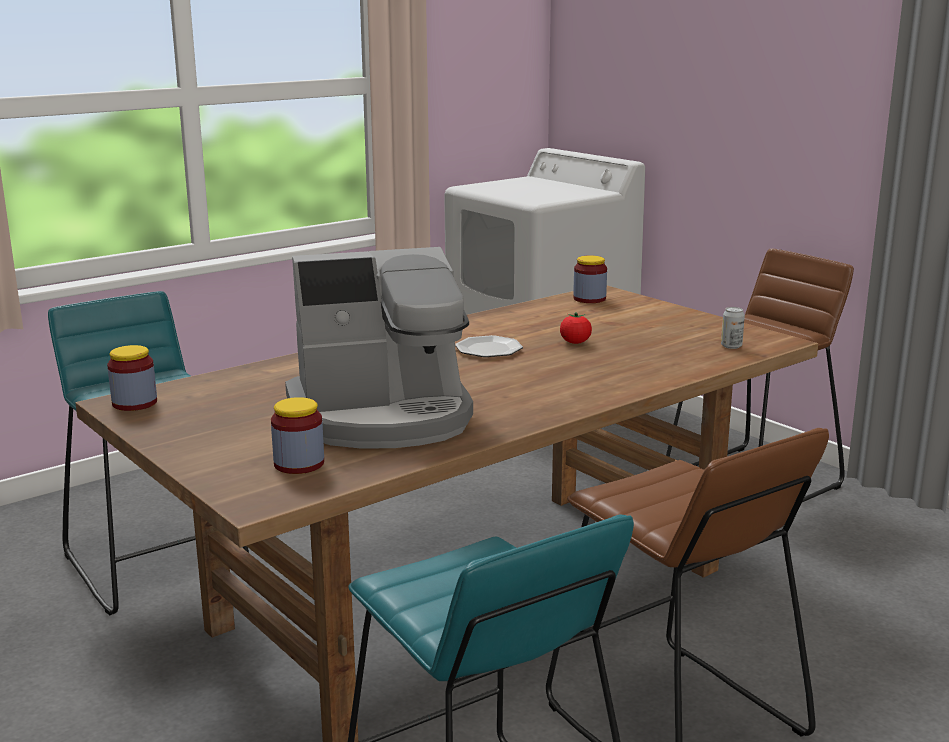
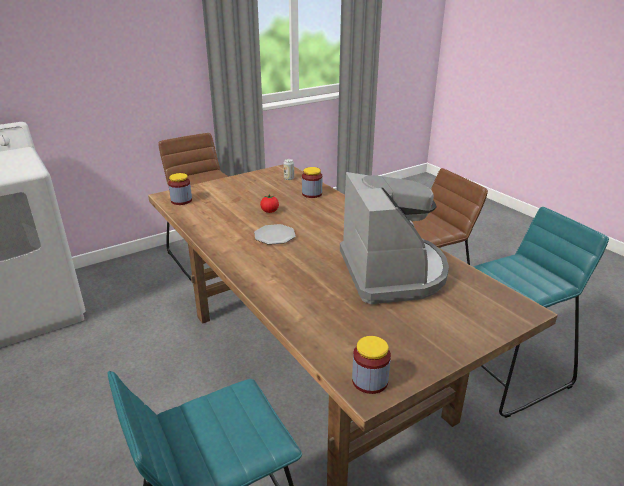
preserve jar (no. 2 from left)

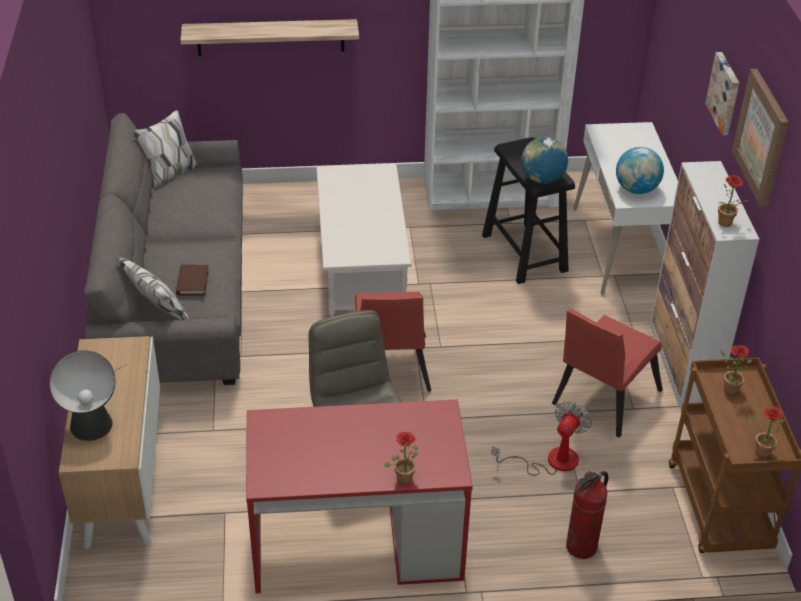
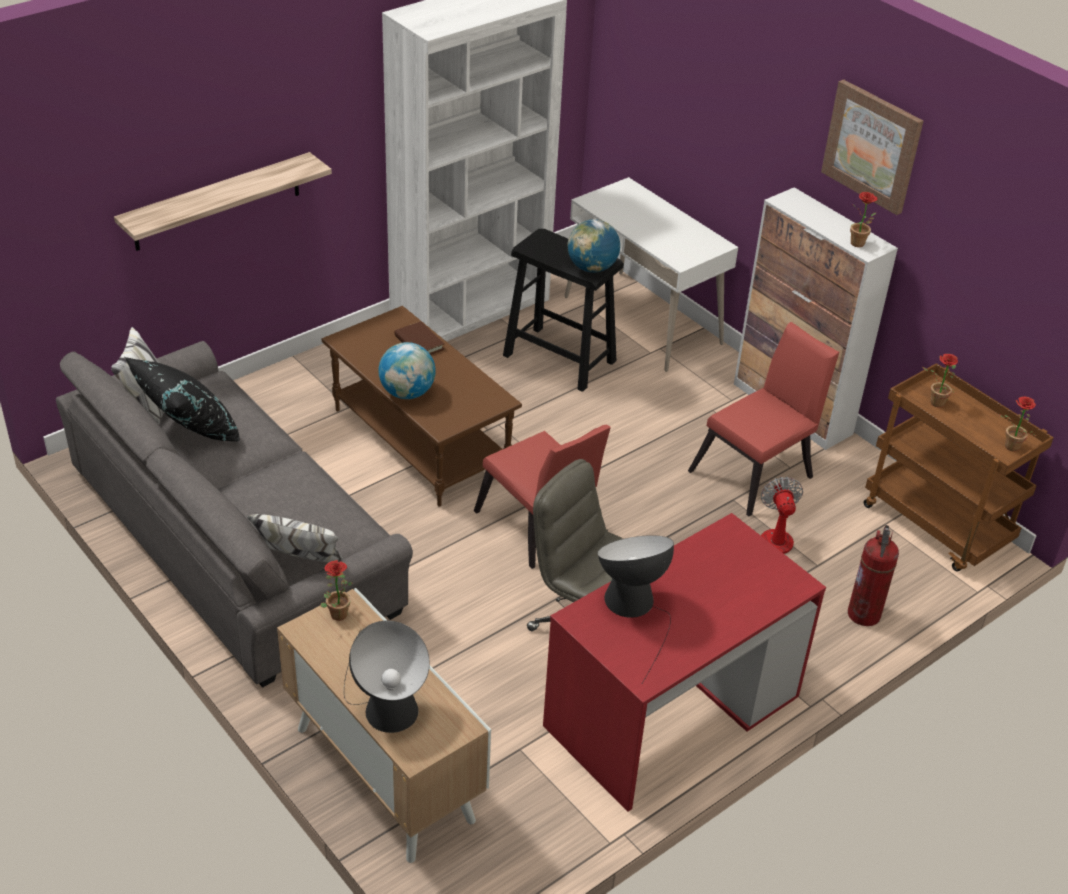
blackish cushion
houseplant (no. 1 from left)
brownish coffee table
desk globe (no. 1 from left)
brownish book
table lamp (no. 2 from left)
red-coloured upright chair (no. 2 from left)
wall picture (no. 1 from left in the first image)

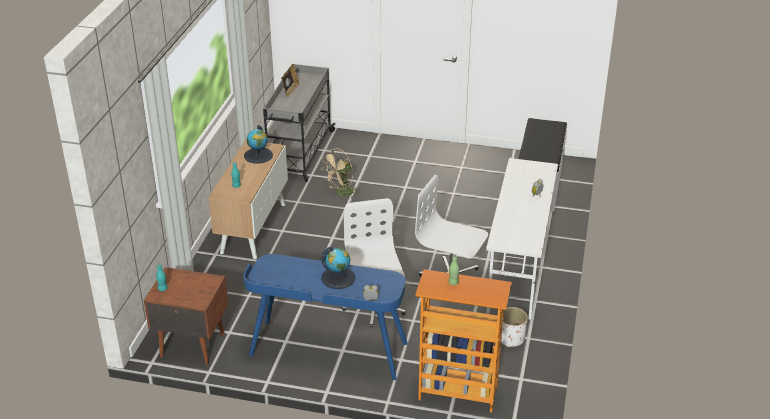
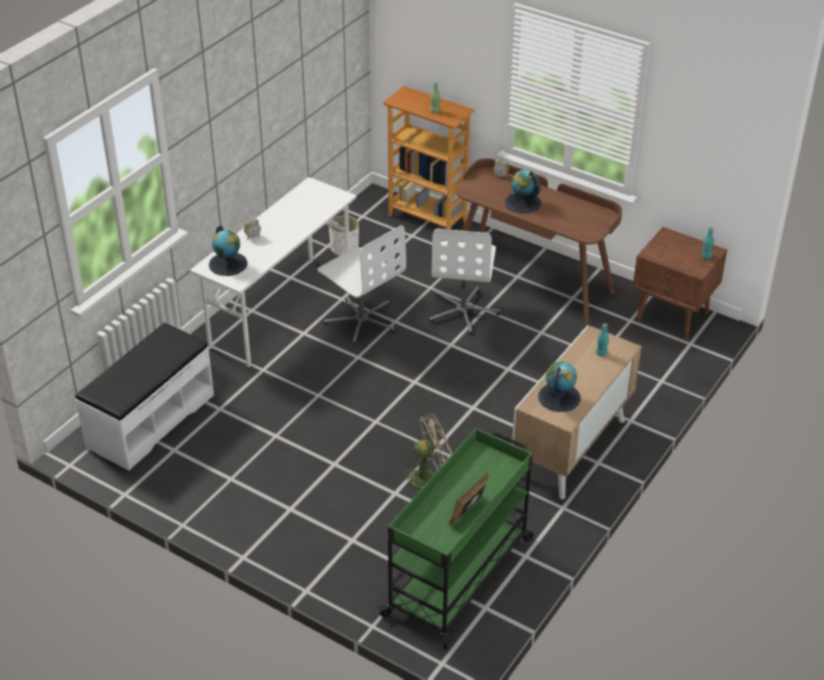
desk globe (no. 1 from left)
green-coloured cart
brownish desk table

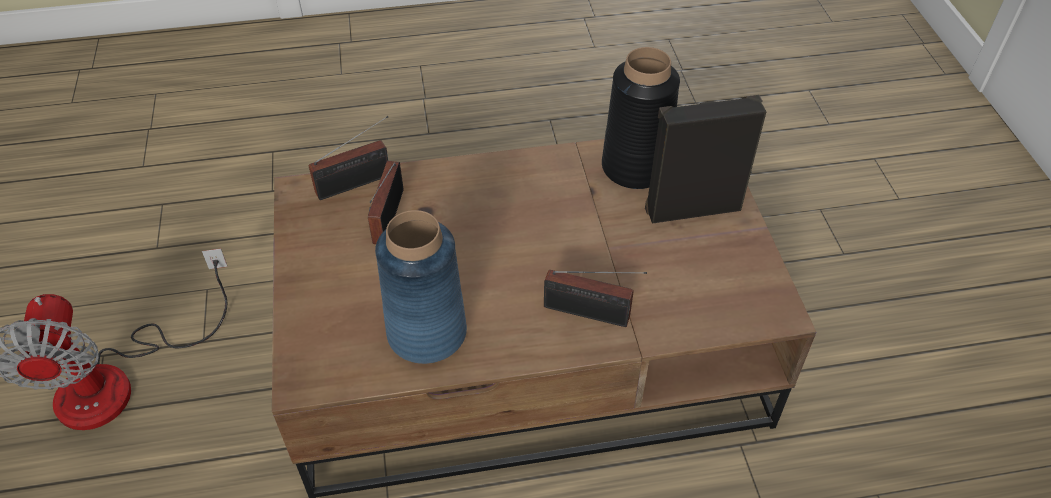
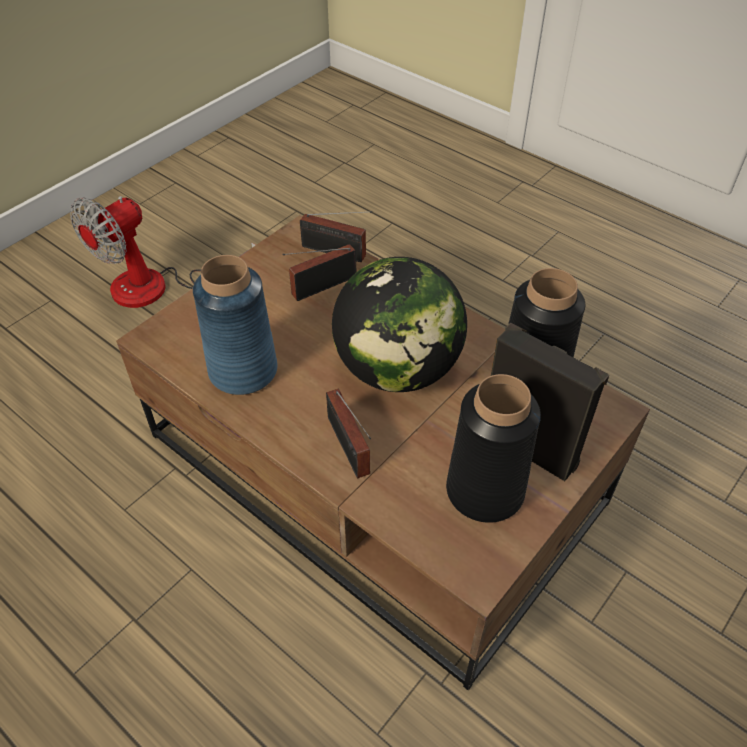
desk globe
blackish decorative vase (no. 1 from left)

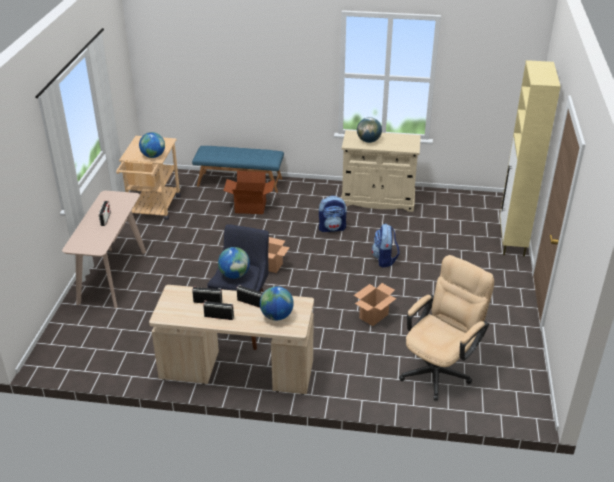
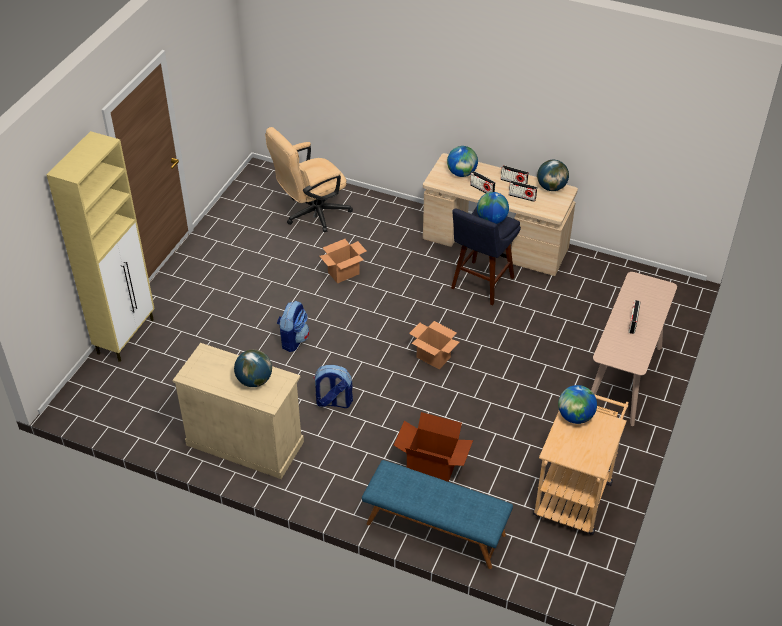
desk globe (no. 4 from left)

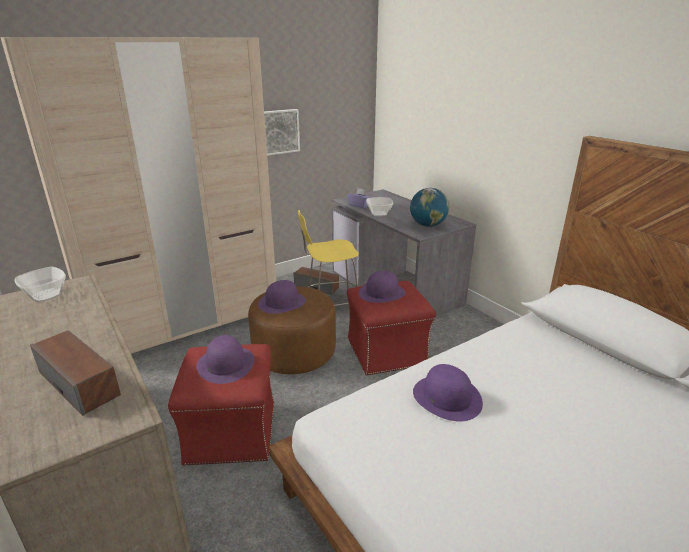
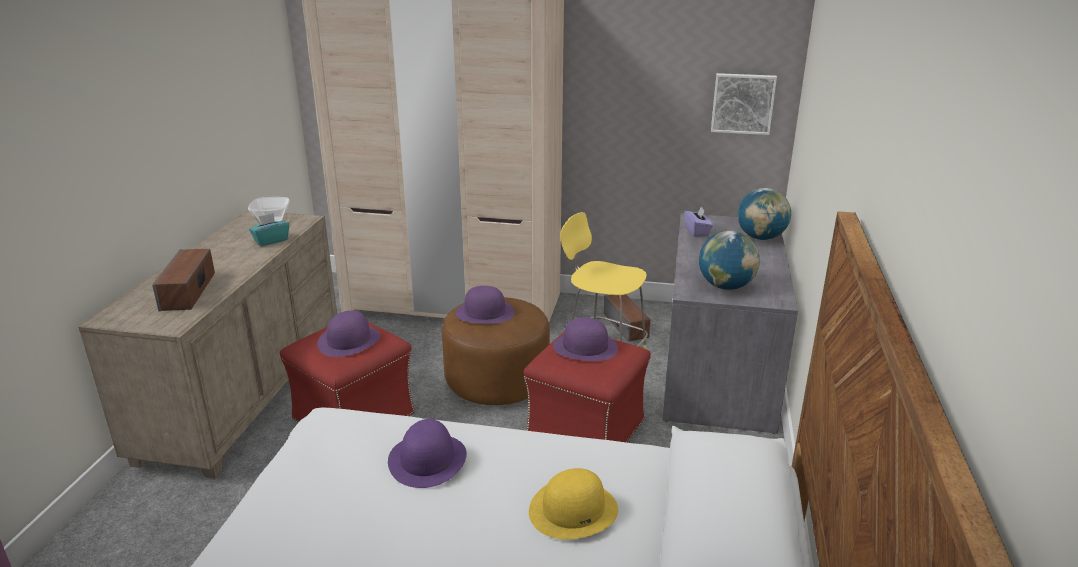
turquoise-coloured tissue box
yellow wearable hat
wall picture
desk globe (no. 2 from left)
bowl (no. 2 from left in the first image)

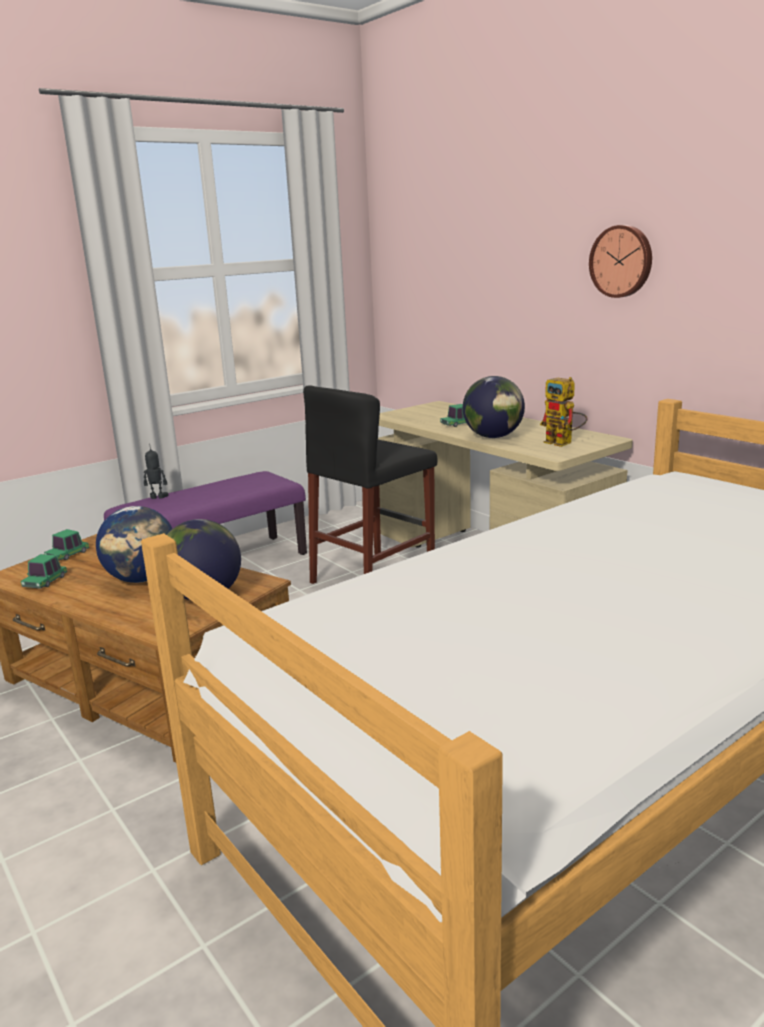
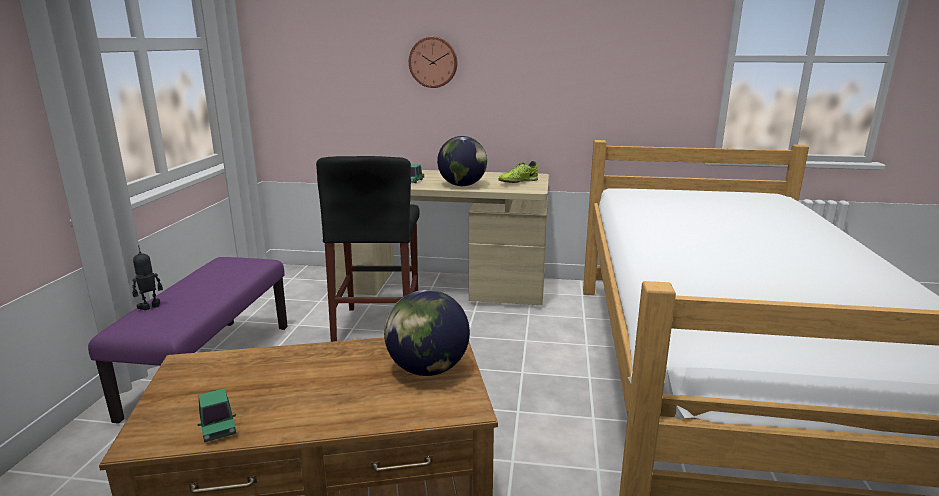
clock on the wall
low shoe
toy car (no. 2 from left in the first image)
desk globe (no. 1 from left in the first image)

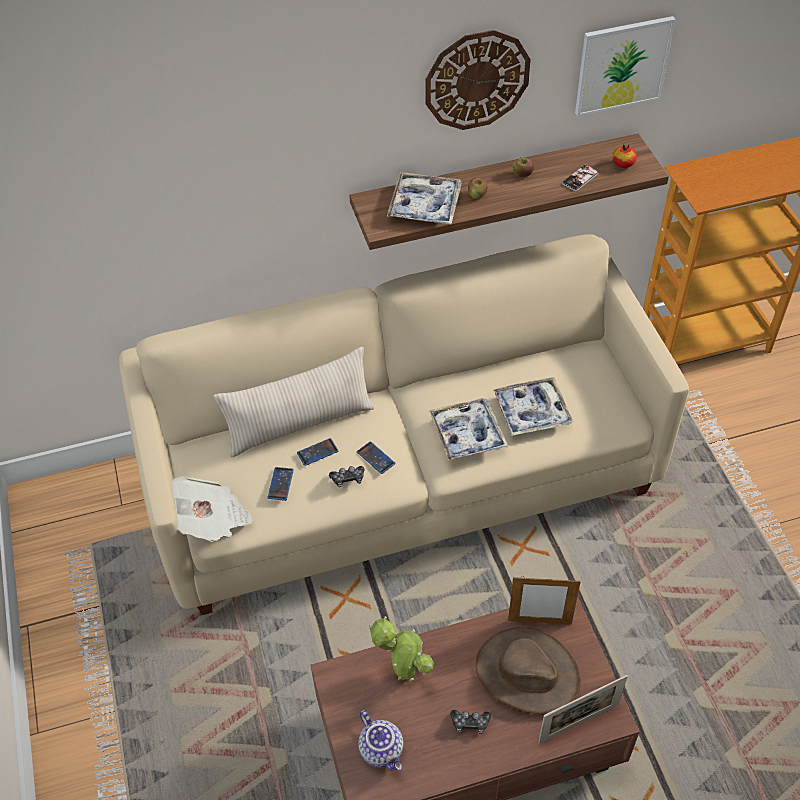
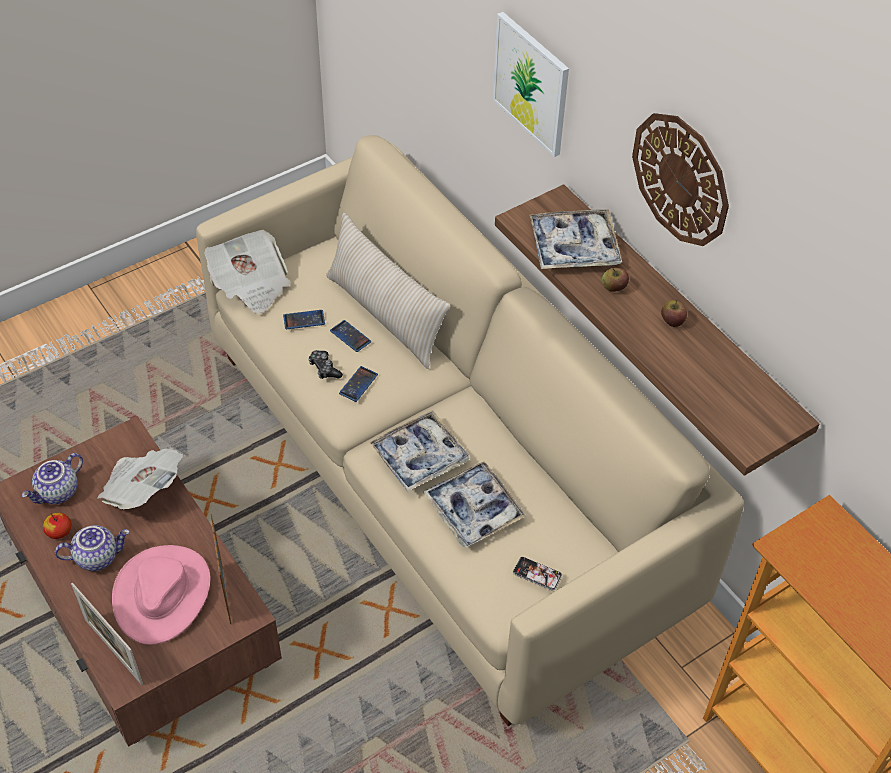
apple fruit (no. 1 from left)
pot for tea (no. 2 from left)
printed paper (no. 1 from left)
pink-coloured wearable hat
wall picture
phone (no. 4 from left)

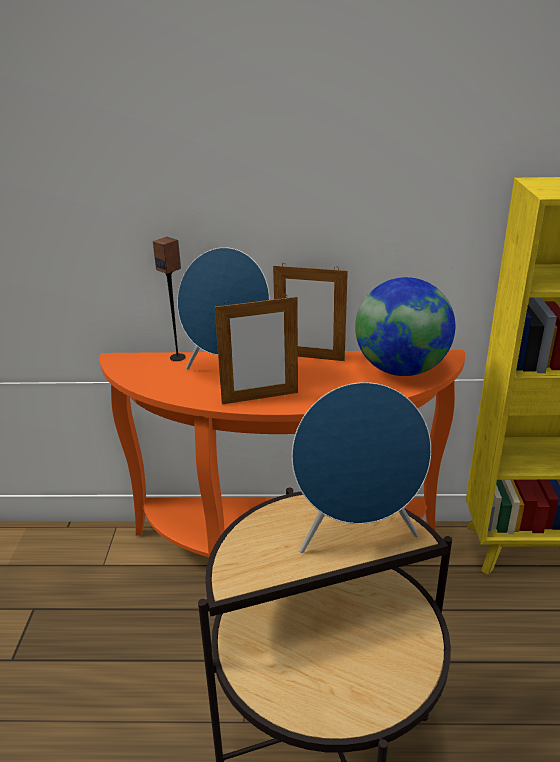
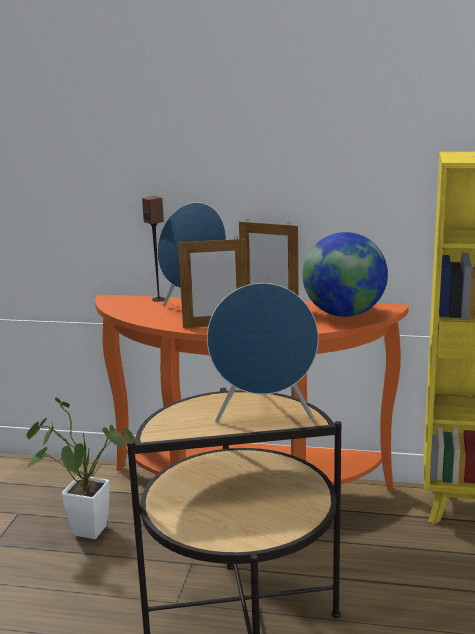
houseplant

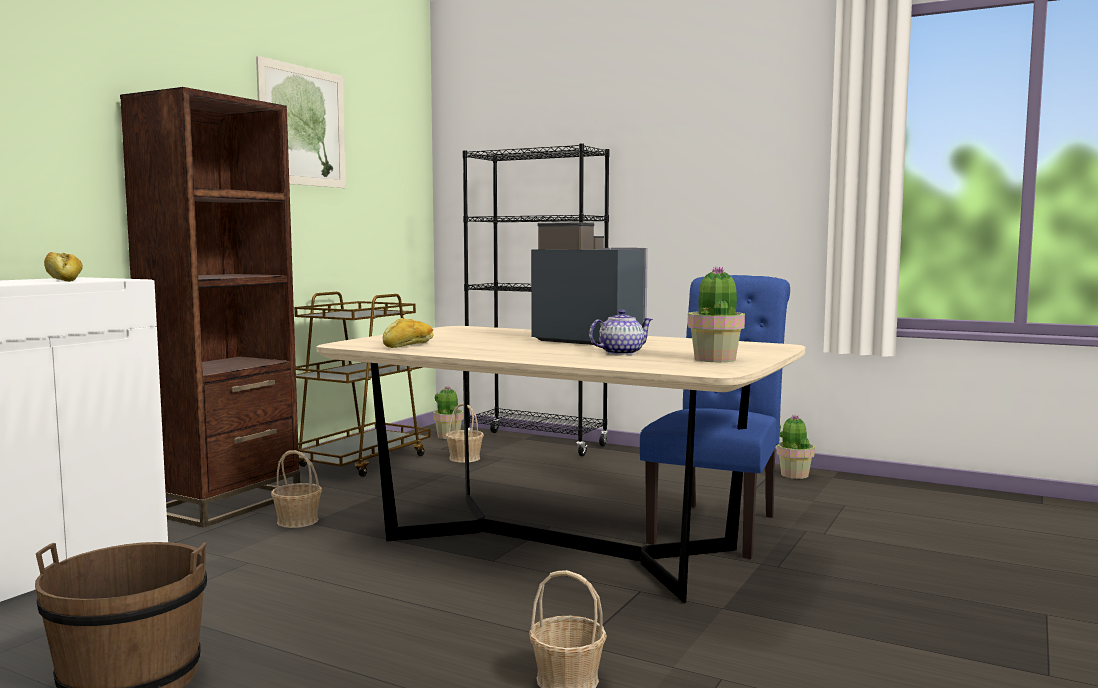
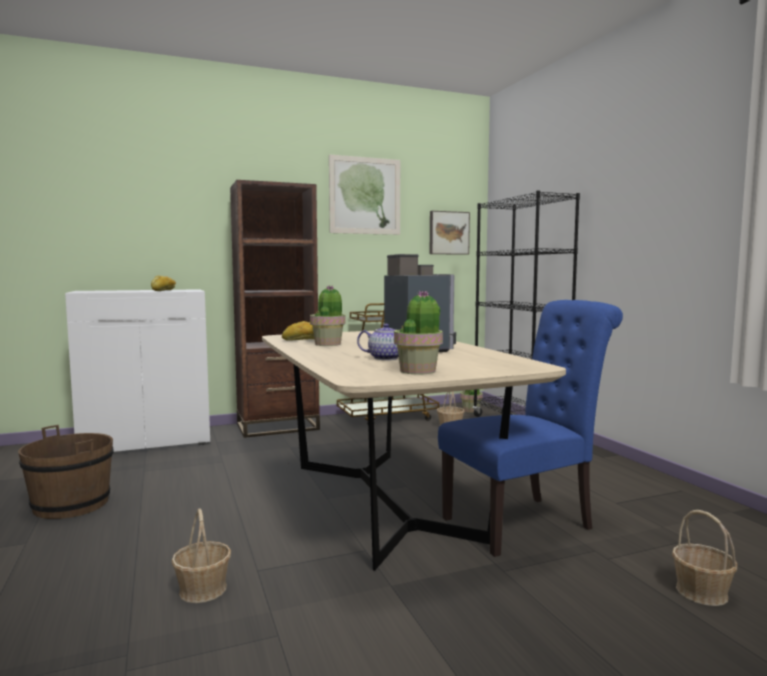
houseplant (no. 1 from left)
wall picture (no. 2 from left)
basket (no. 3 from left)

